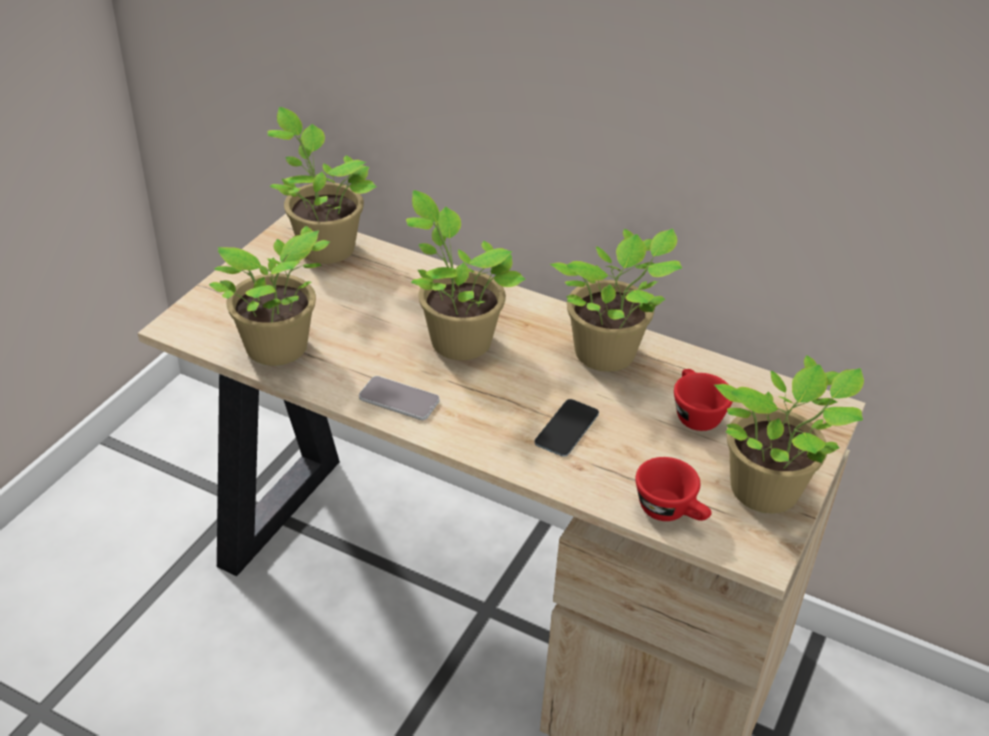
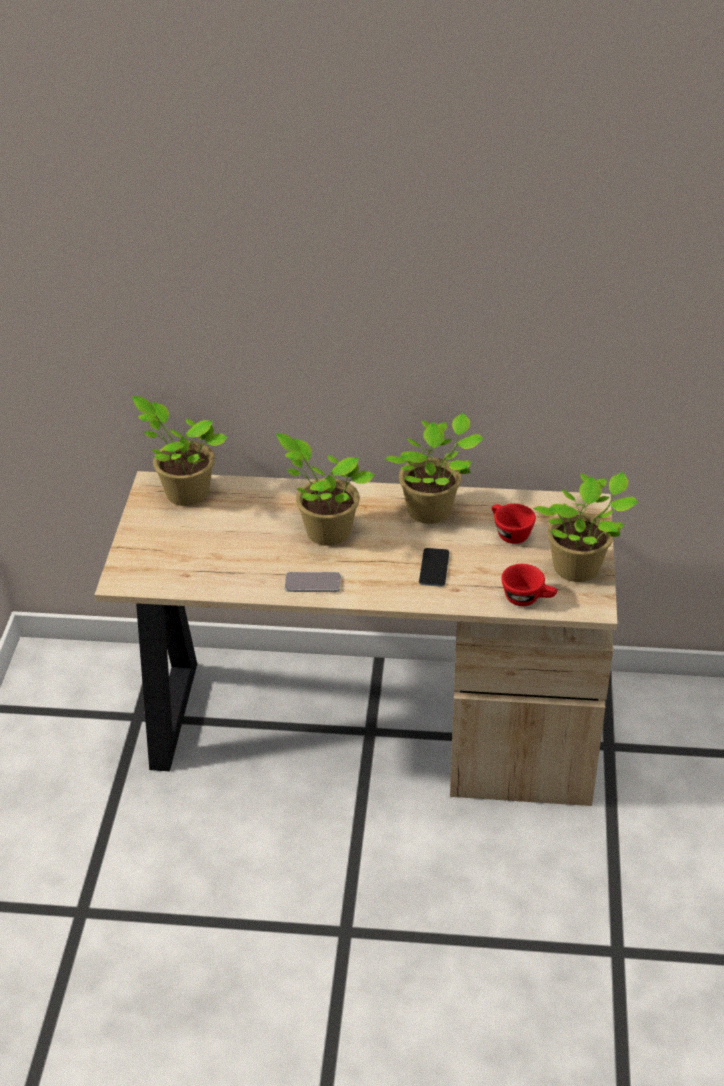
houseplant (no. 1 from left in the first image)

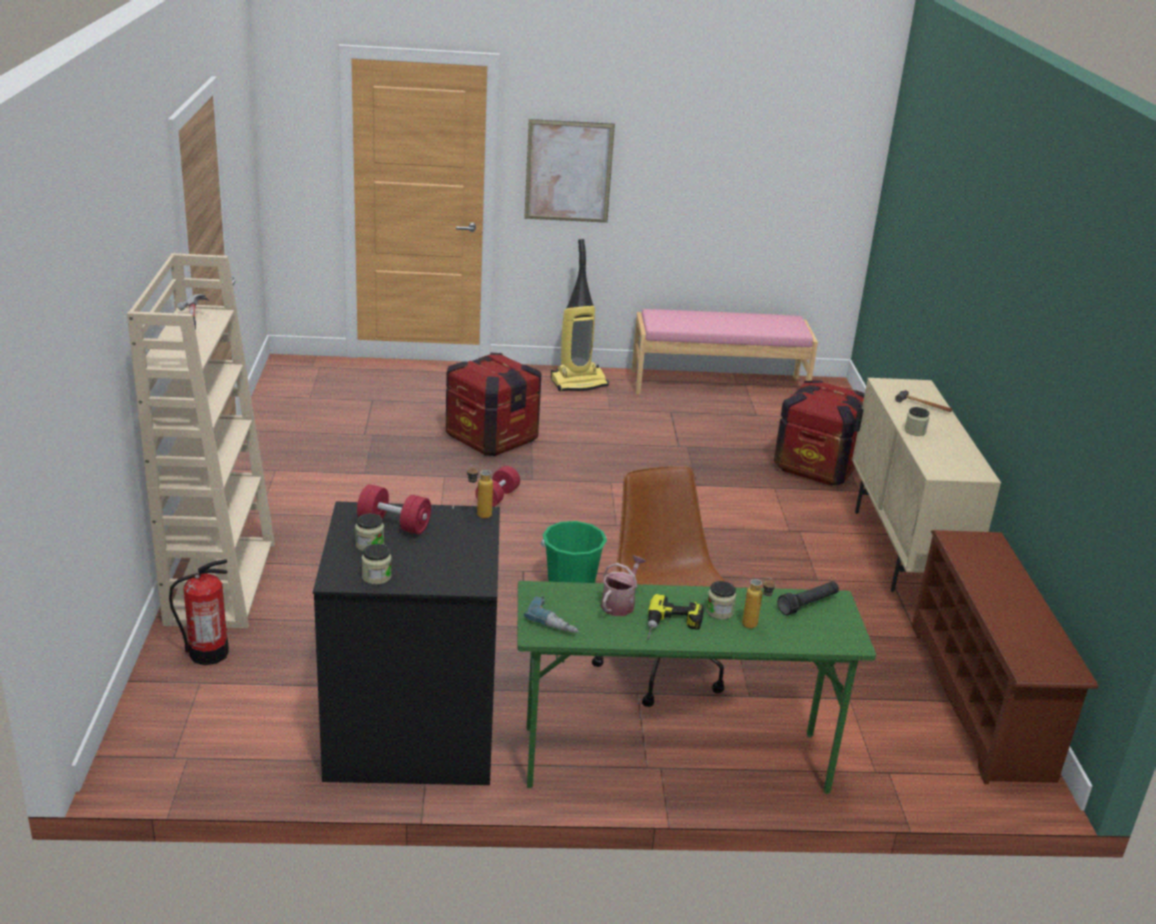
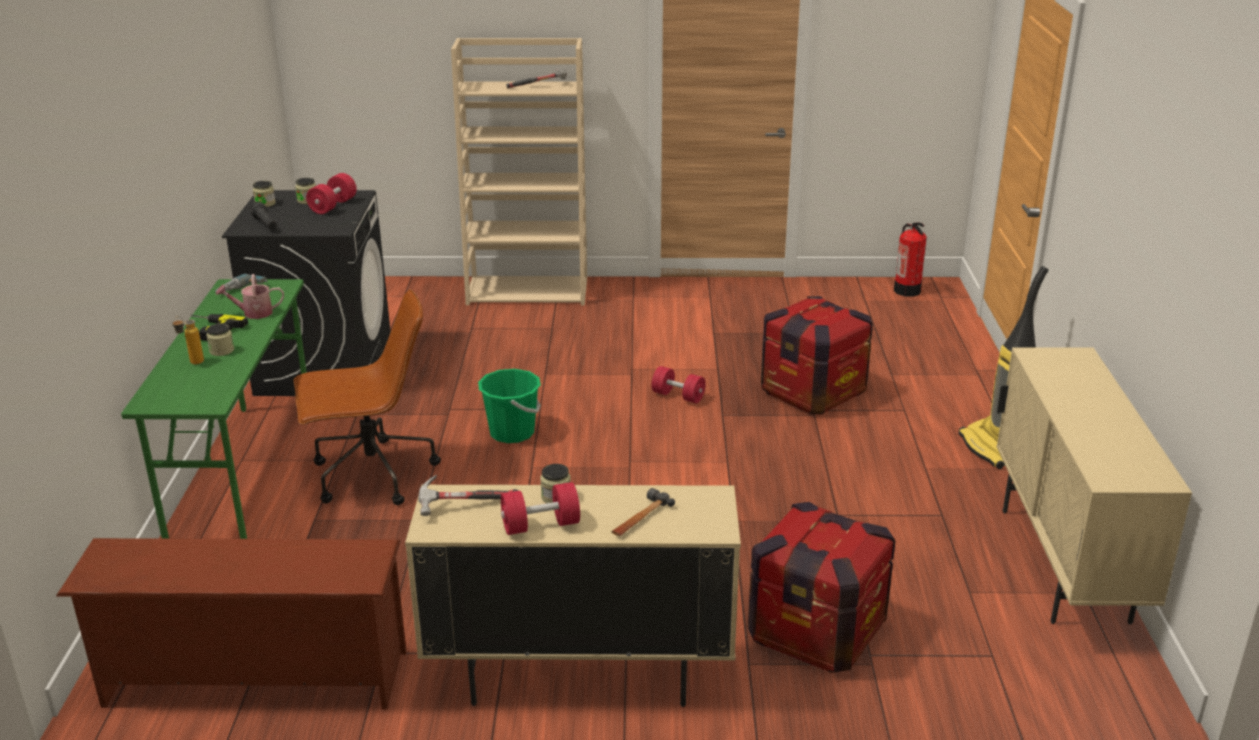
watering pot
blackish hand torch
hand hammer (no. 1 from left)
red-coloured hand weight (no. 2 from left)
fire-fighting cylinder
beige storage cabinet (no. 2 from left)
drink bottle (no. 1 from left in the first image)
wall picture

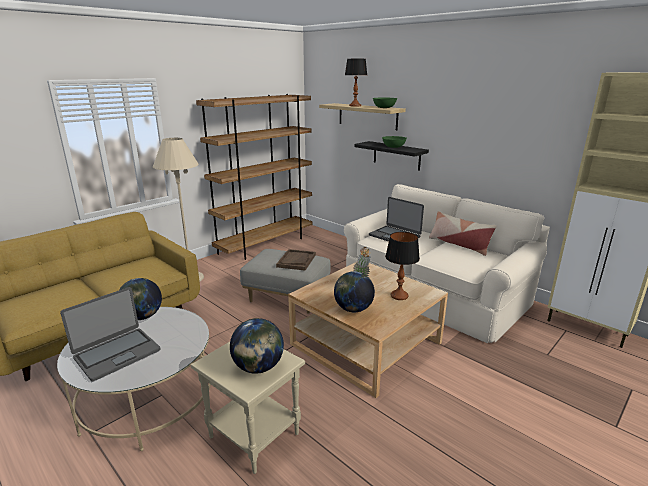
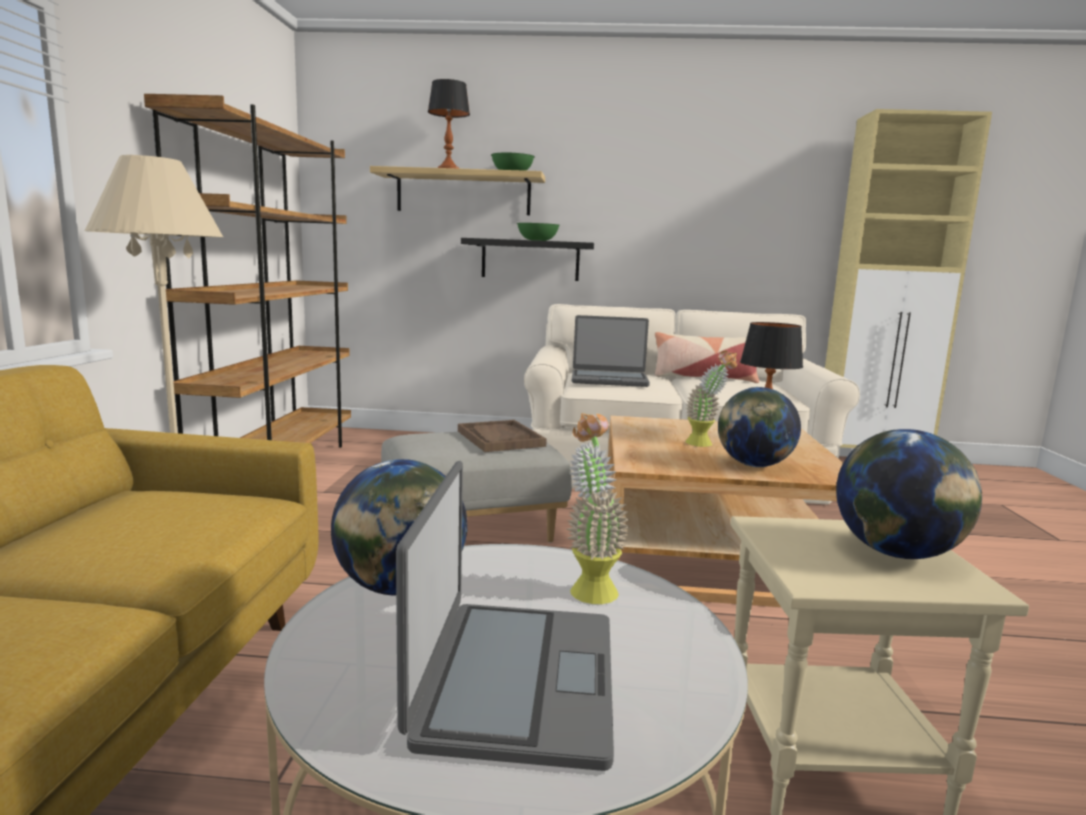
houseplant (no. 1 from left)

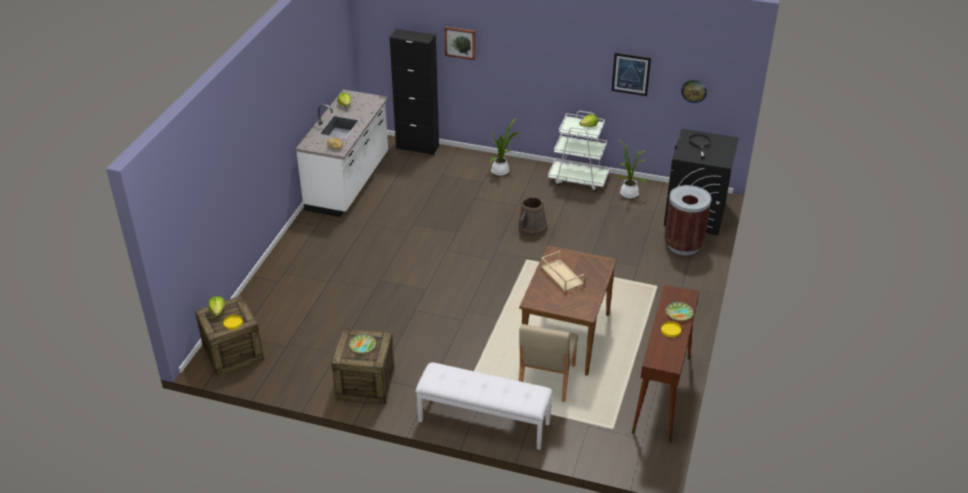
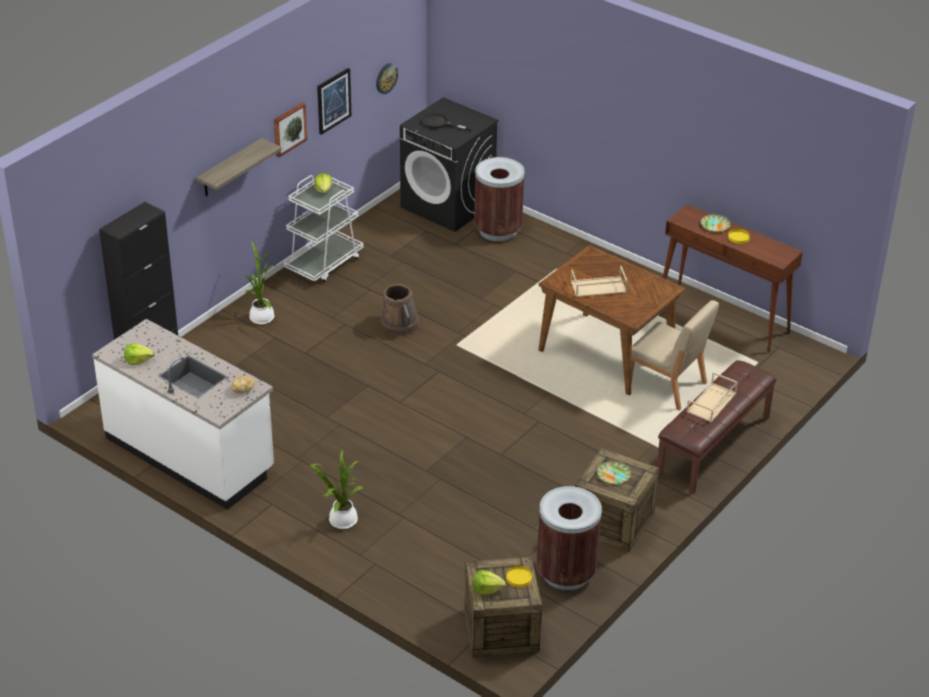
bracket shelf
wall picture (no. 1 from left)
houseplant (no. 2 from left)
brownish waste bin (no. 2 from left)
brownish long seat
beige tray (no. 2 from left)

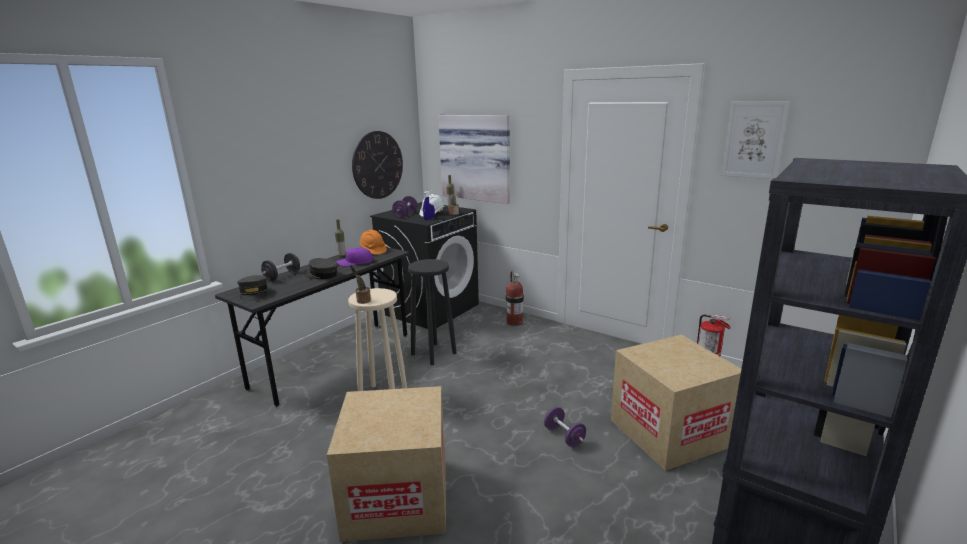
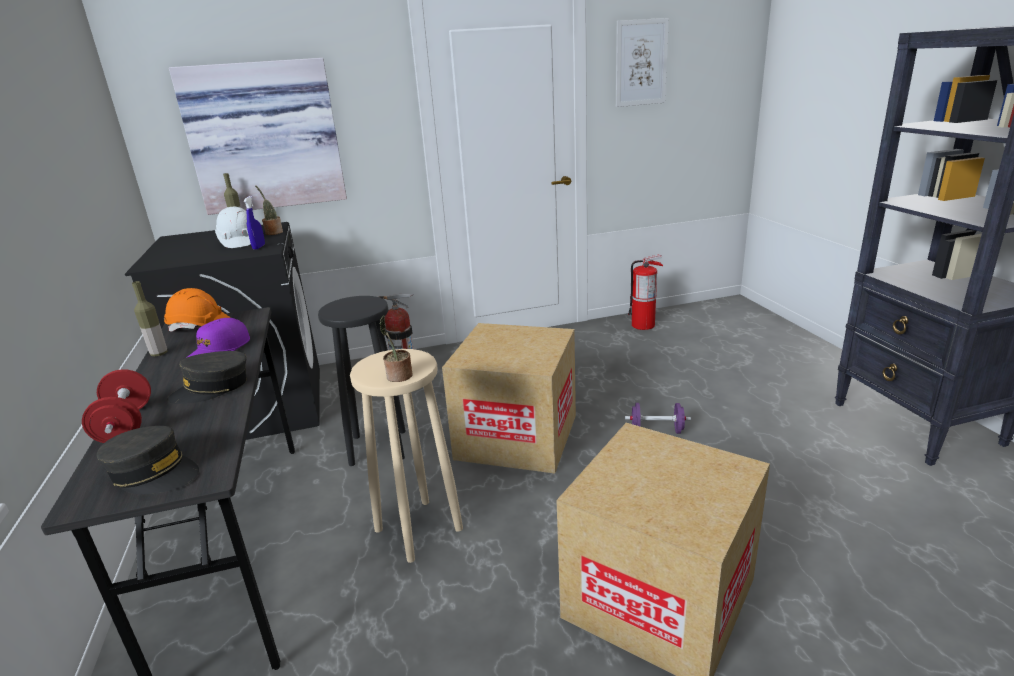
red-coloured hand weight
packing box (no. 1 from left)
clock on the wall
purple hand weight (no. 1 from left in the first image)

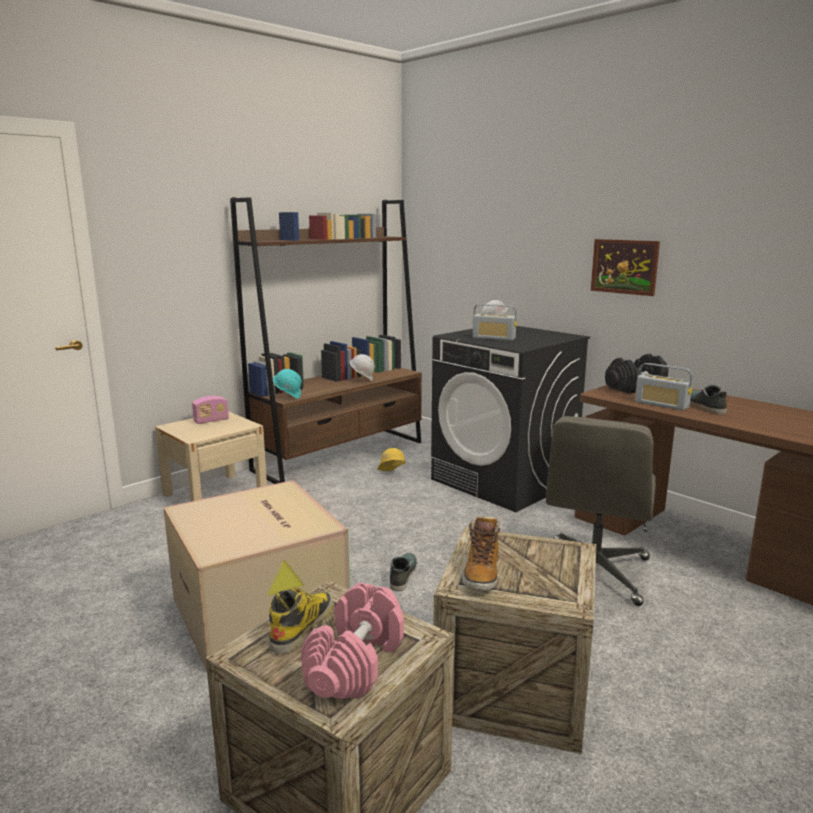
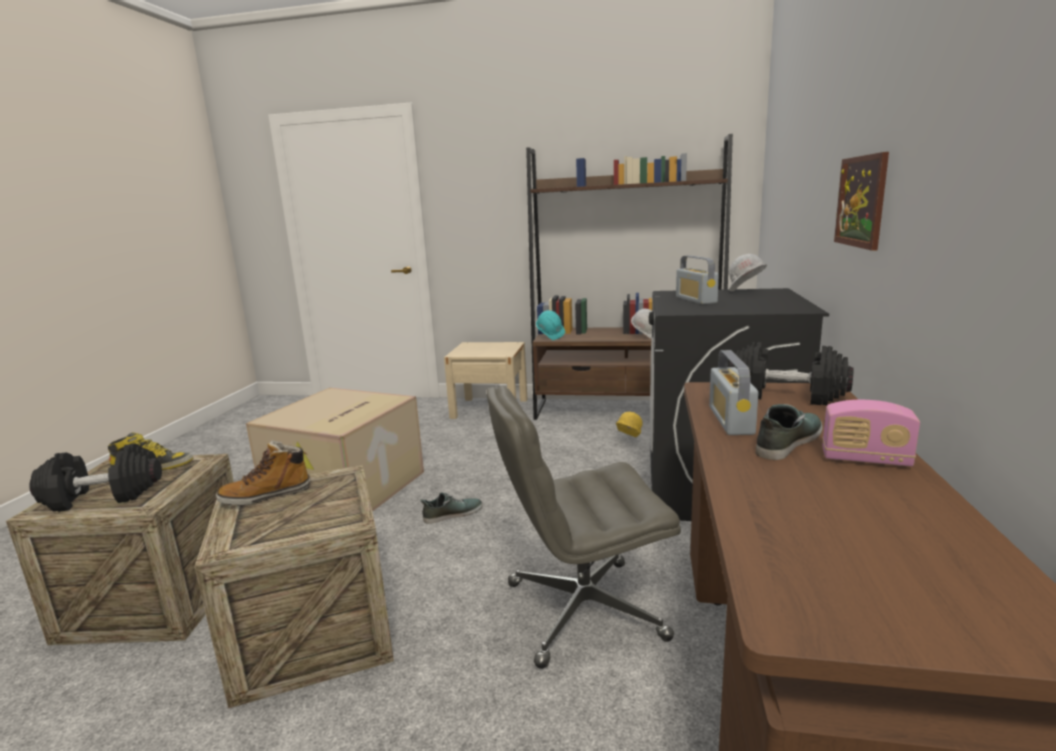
blackish hand weight (no. 1 from left)
radio set (no. 3 from left)

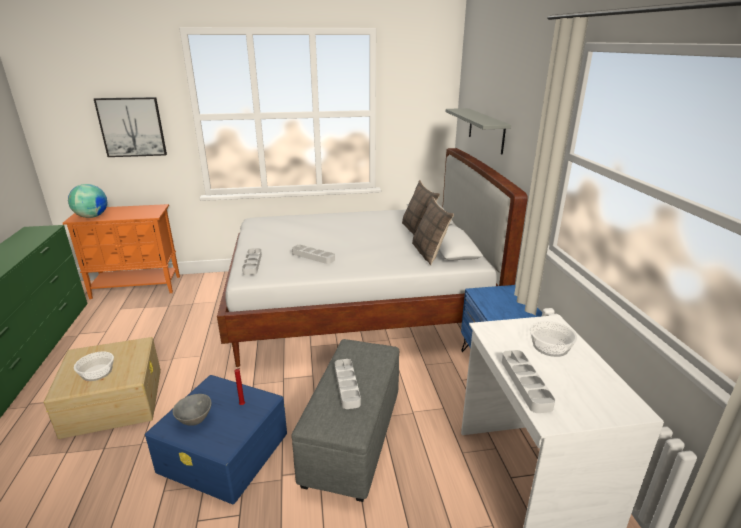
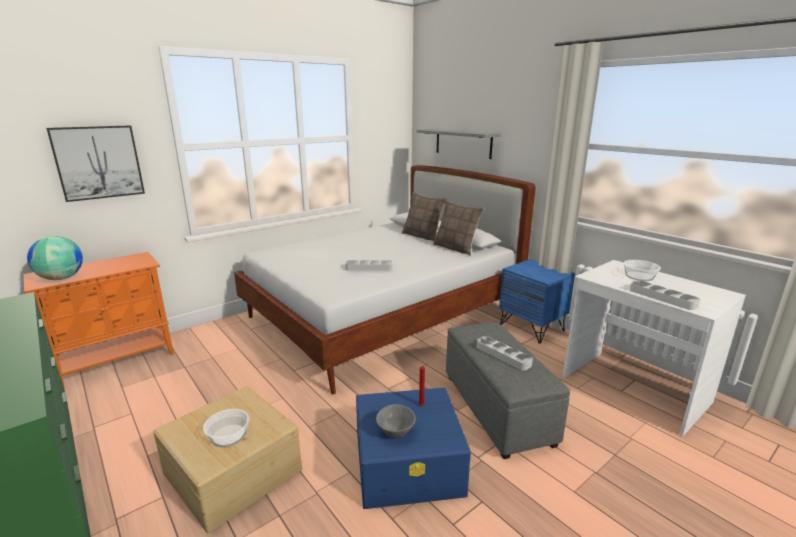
greyish tray (no. 1 from left in the first image)

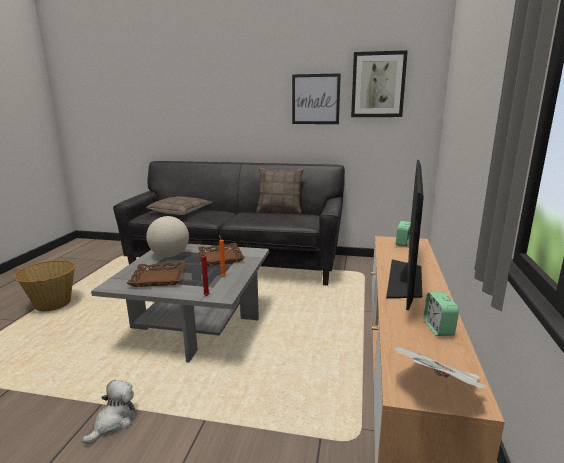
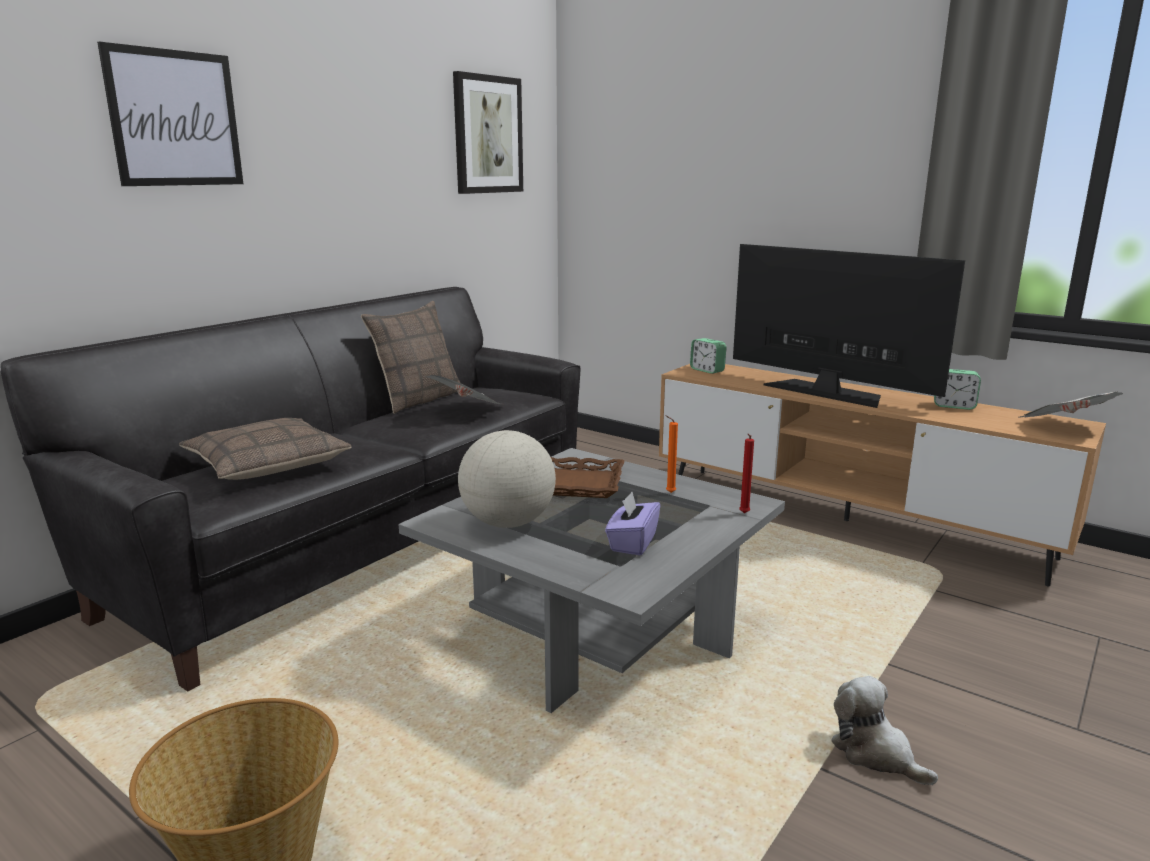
wall picture (no. 1 from left)
printed paper (no. 1 from left)
purple tissue box

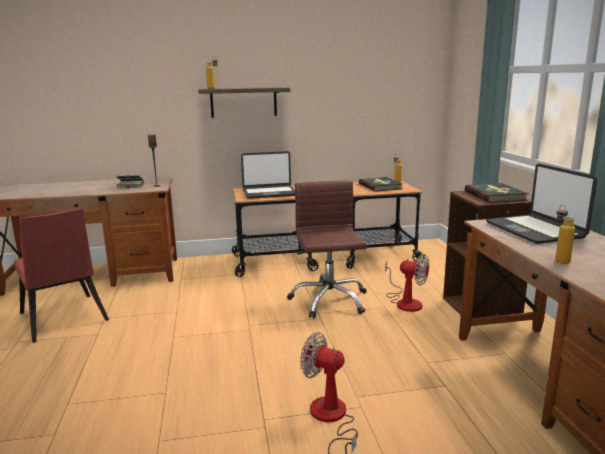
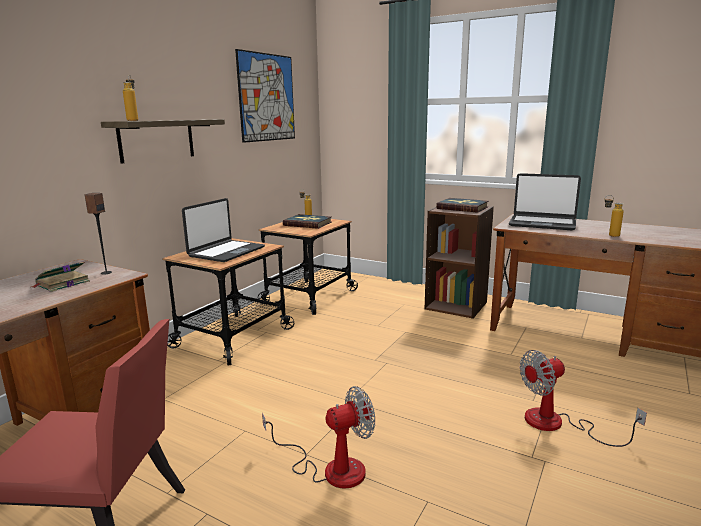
wall picture
electric fan (no. 1 from left)
brownish office chair

